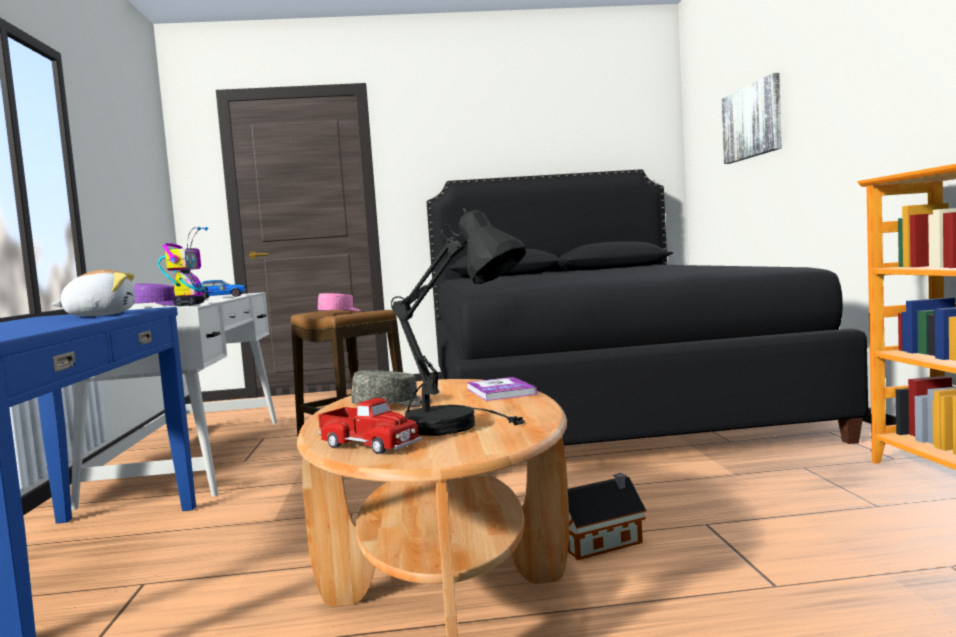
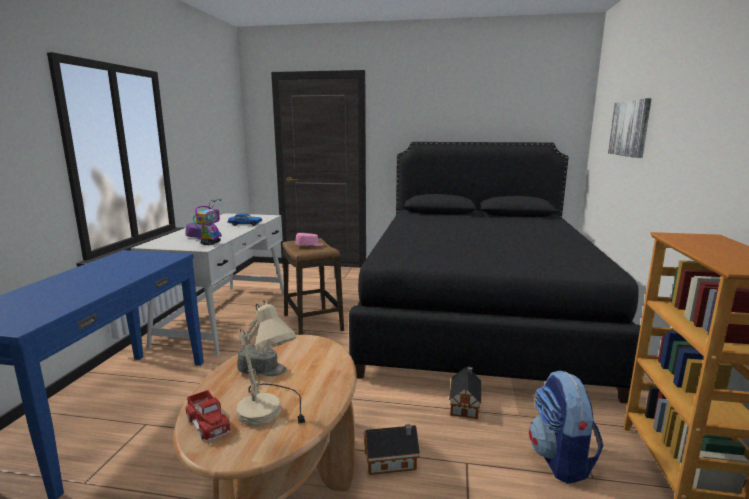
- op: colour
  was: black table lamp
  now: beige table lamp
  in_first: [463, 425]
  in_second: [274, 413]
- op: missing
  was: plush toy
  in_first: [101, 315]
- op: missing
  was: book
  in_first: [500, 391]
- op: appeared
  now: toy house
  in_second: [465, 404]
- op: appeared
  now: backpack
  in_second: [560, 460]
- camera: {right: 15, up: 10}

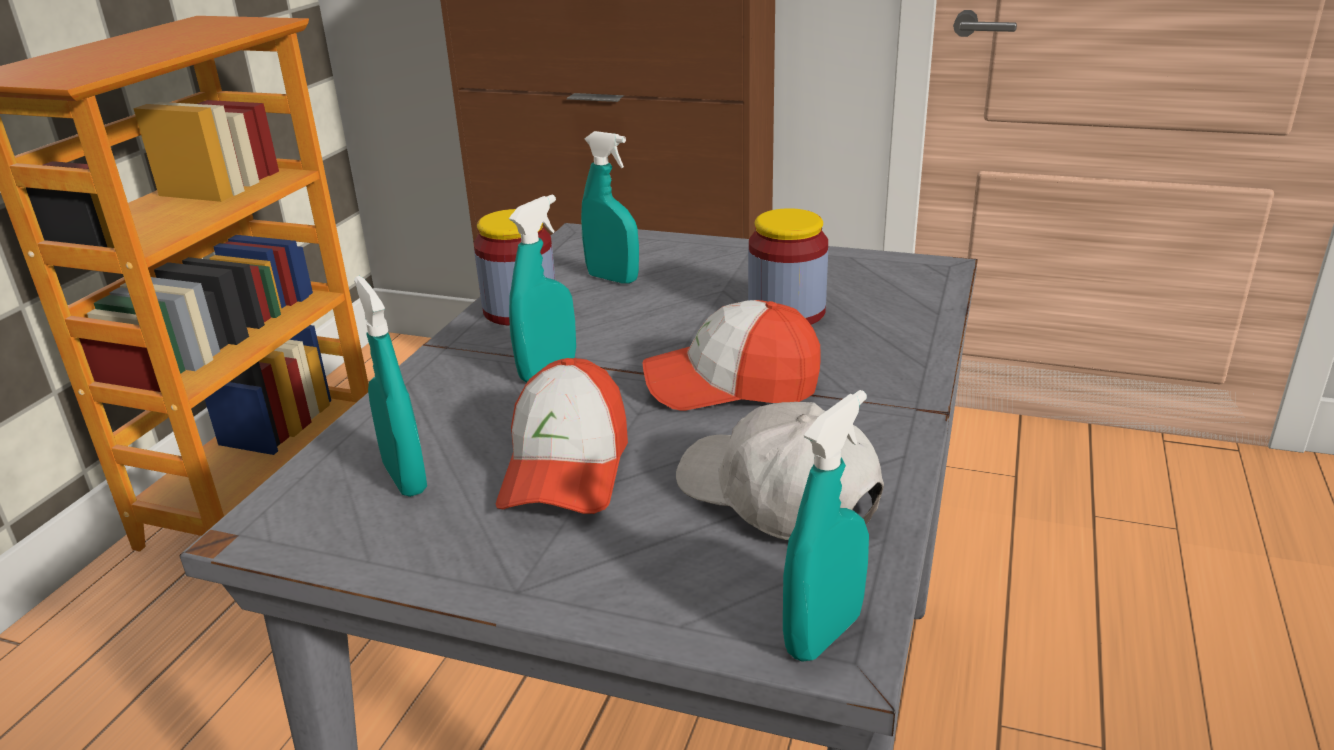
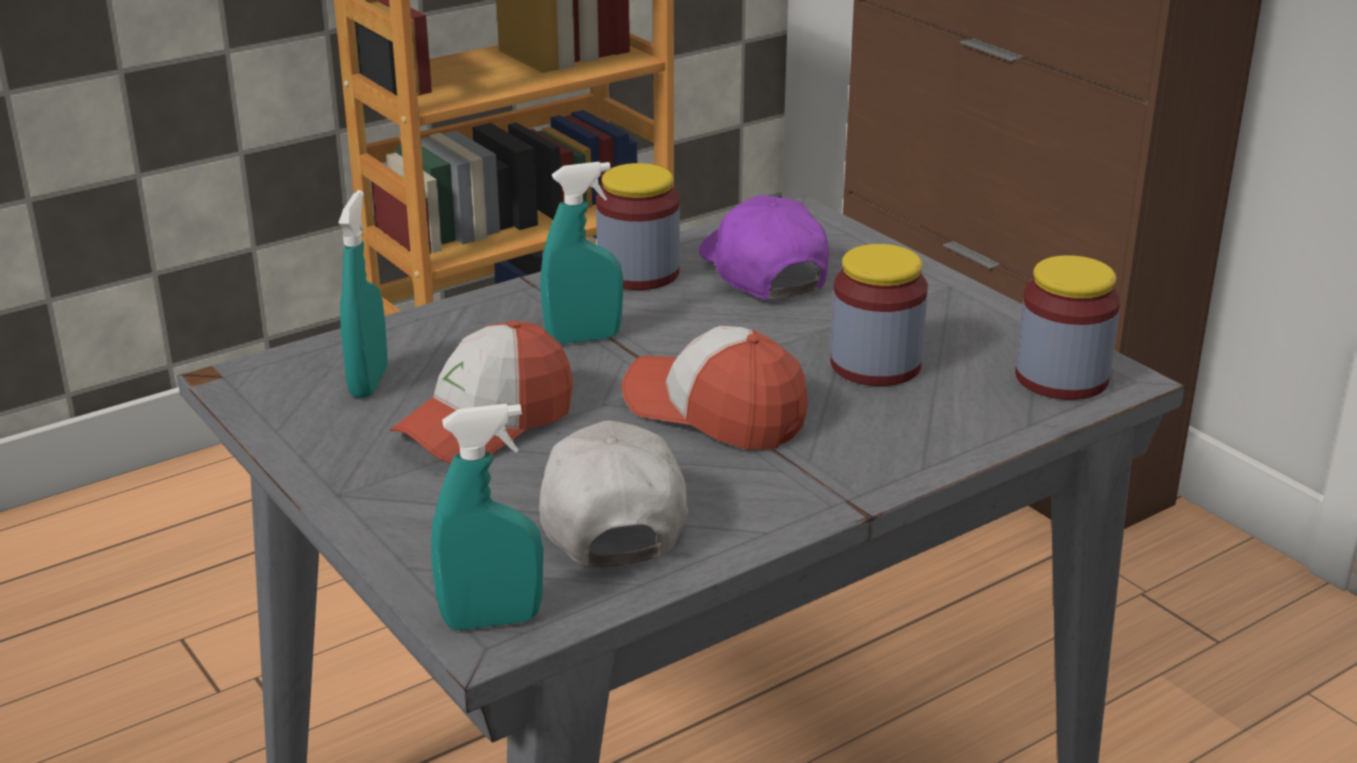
- op: exchanged
  was: turquoise spray bottle
  now: purple cap
  in_first: [612, 278]
  in_second: [763, 271]
- op: appeared
  now: jar
  in_second: [1061, 378]
- camera: {right: 35, up: 0}

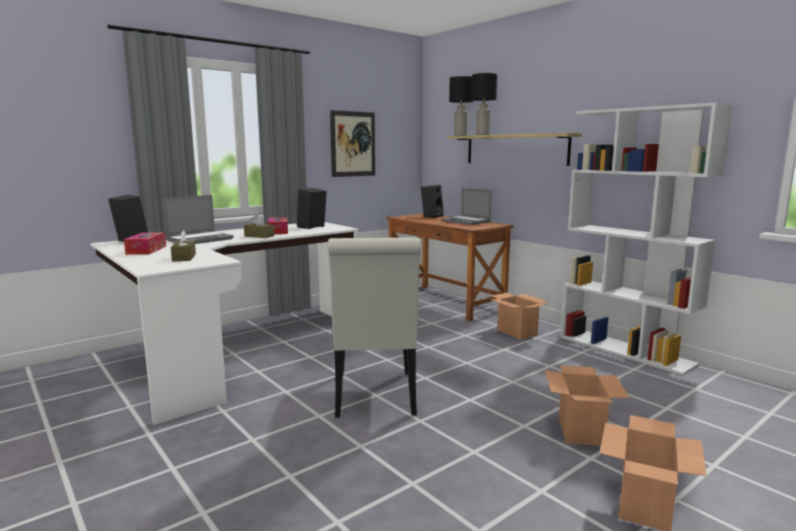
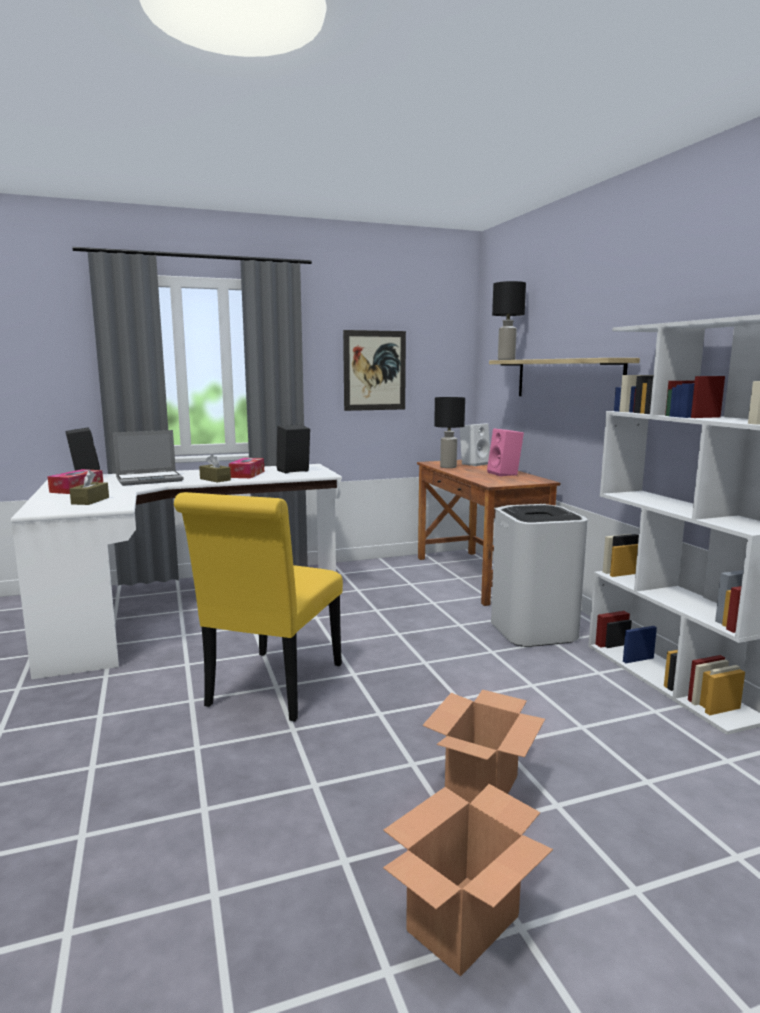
- op: relocated
  was: black table lamp
  in_first: [482, 135]
  in_second: [447, 467]
- op: colour
  was: black speaker
  now: white speaker
  in_first: [431, 216]
  in_second: [474, 464]
- op: exchanged
  was: laptop
  now: pink speaker
  in_first: [467, 221]
  in_second: [505, 474]
- op: colour
  was: white chair
  now: yellow chair
  in_first: [375, 397]
  in_second: [271, 689]
- op: exchanged
  was: cardboard box
  now: white trash can
  in_first: [516, 332]
  in_second: [532, 630]
- camera: {right: 20, up: 0}

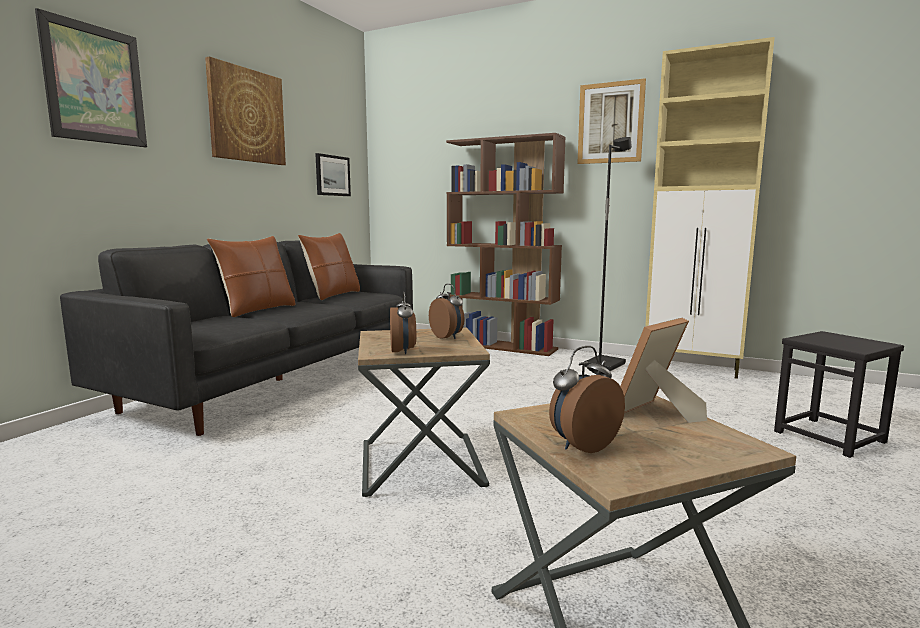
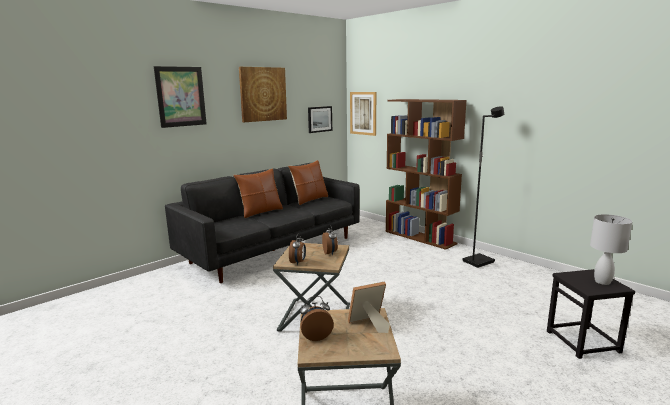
- op: missing
  was: beige cabinet
  in_first: [693, 368]
- op: relocated
  was: picture
  in_first: [610, 123]
  in_second: [363, 113]
- op: appeared
  now: white table lamp
  in_second: [602, 282]
- camera: {right: 20, up: 5}

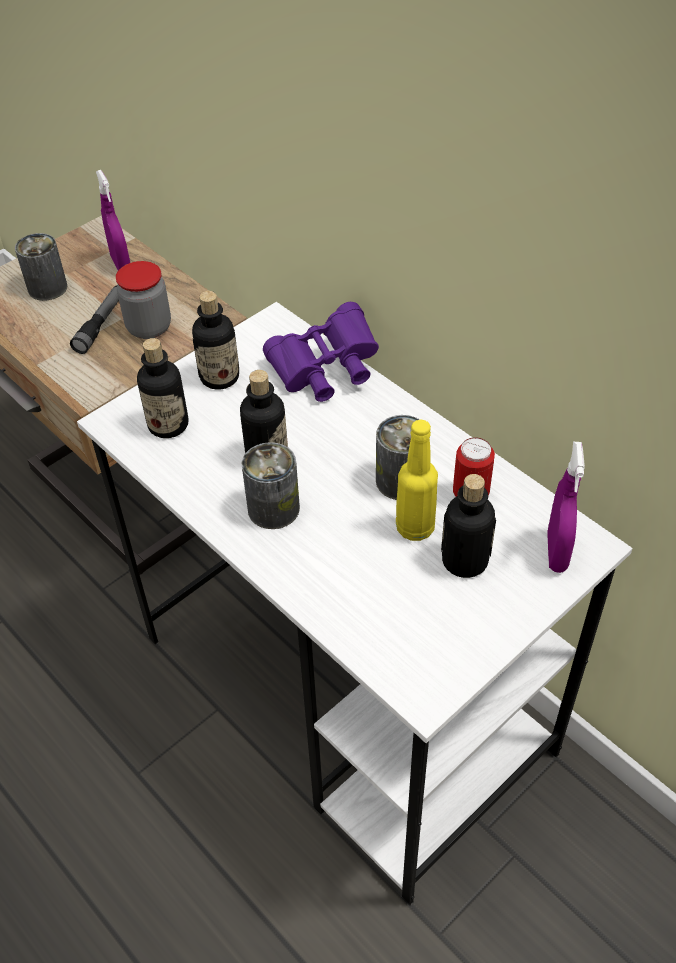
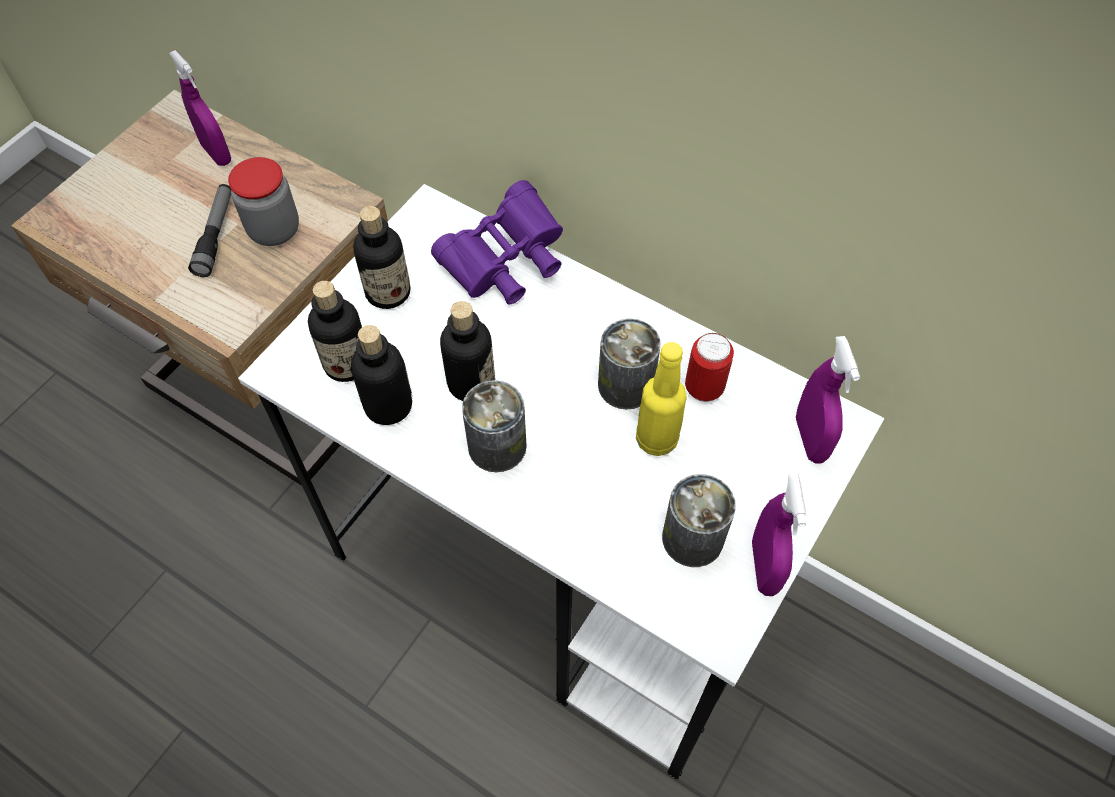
- op: relocated
  was: can
  in_first: [47, 288]
  in_second: [692, 538]
- op: relocated
  was: bottle
  in_first: [464, 561]
  in_second: [388, 405]
- op: appeared
  now: purple spray bottle
  in_second: [764, 567]
- camera: {right: -15, up: 10}

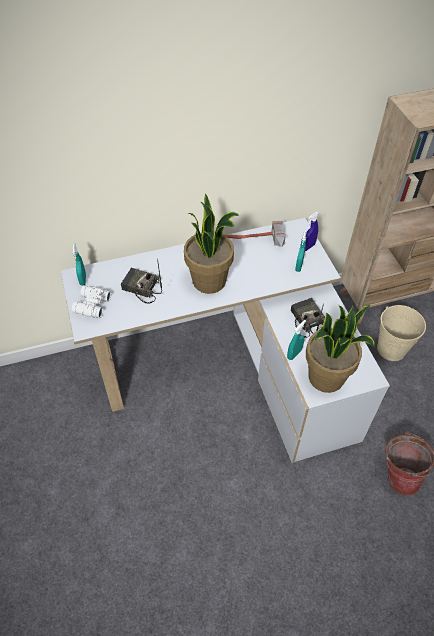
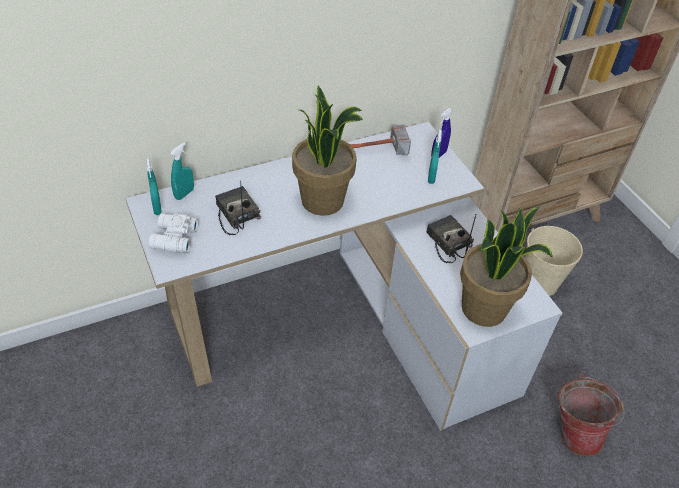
- op: spun
  was: radio
  in_first: [141, 288]
  in_second: [235, 214]
  clockwise: 45
- op: relocated
  was: turquoise spray bottle
  in_first: [294, 354]
  in_second: [184, 194]
- camera: {right: -10, up: -5}

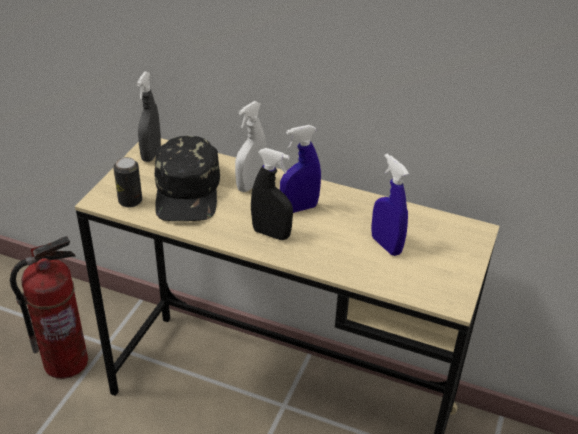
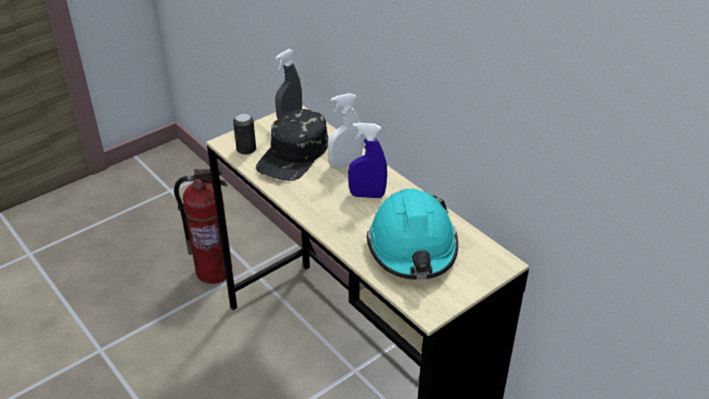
- op: missing
  was: black spray bottle
  in_first: [271, 233]
- op: exchanged
  was: blue spray bottle
  now: turquoise hard hat
  in_first: [386, 245]
  in_second: [412, 247]
- camera: {right: 30, up: 0}

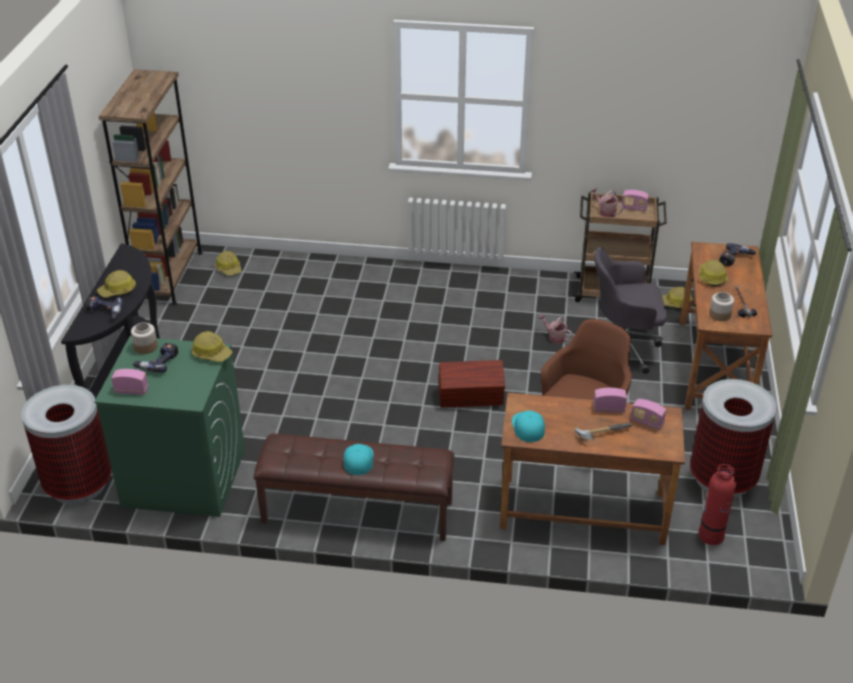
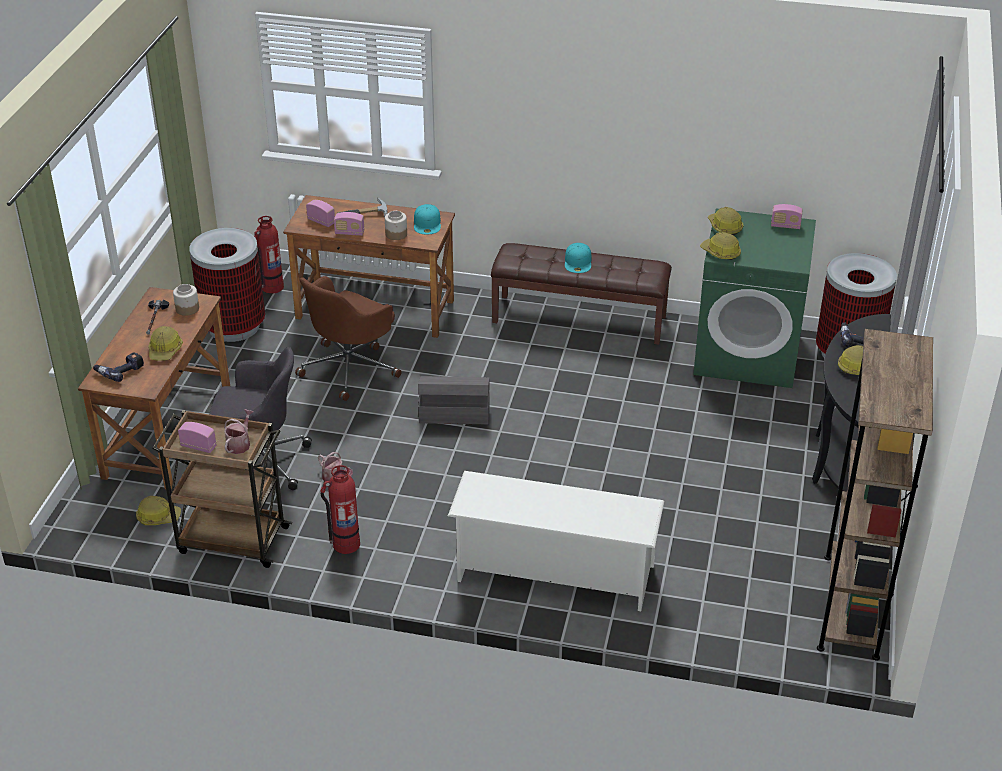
- op: spun
  was: watering can
  in_first: [605, 211]
  in_second: [240, 443]
  clockwise: -120
- op: relocated
  was: hard hat
  in_first: [229, 268]
  in_second: [725, 227]
- op: relocated
  was: jar
  in_first: [145, 347]
  in_second: [396, 234]
- op: missing
  was: power drill
  in_first: [157, 363]
- op: colour
  was: brown storage box
  now: grey storage box
  in_first: [471, 397]
  in_second: [453, 413]
- op: appeared
  now: fire extinguisher
  in_second: [345, 544]
- op: appeared
  now: white shoe rack
  in_second: [554, 573]
- camera: {right: -175, up: 0}

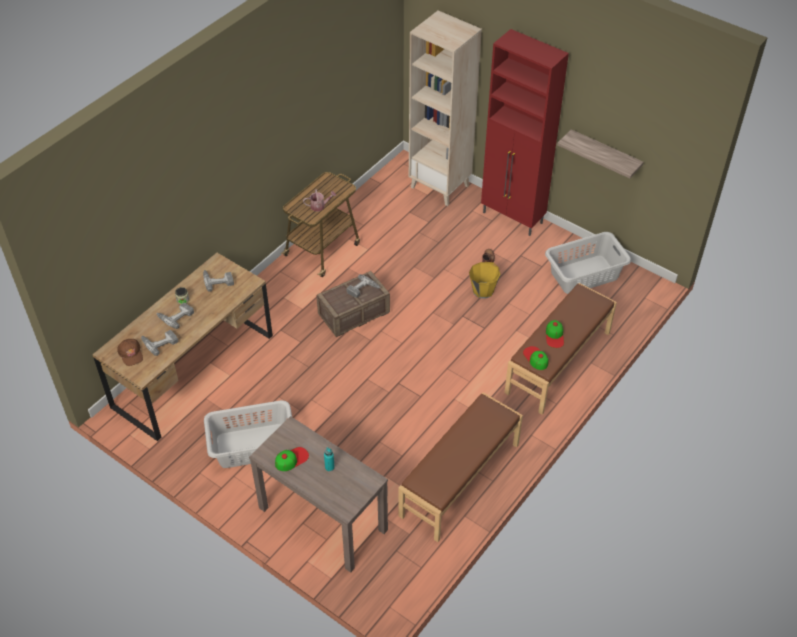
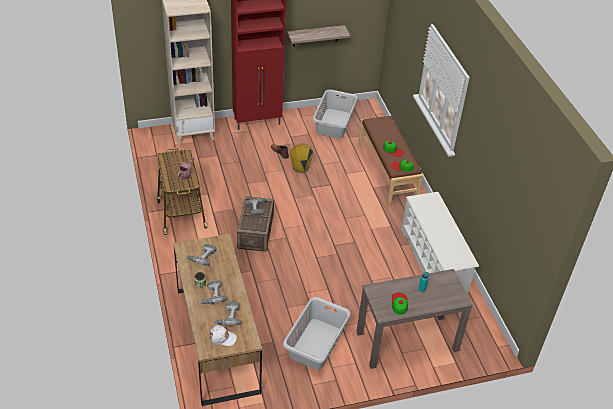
- op: colour
  was: brown cap
  now: white cap
  in_first: [131, 354]
  in_second: [222, 337]
- op: exchanged
  was: brown bench
  now: white shoe rack
  in_first: [460, 480]
  in_second: [433, 262]
- camera: {right: -55, up: -5}

